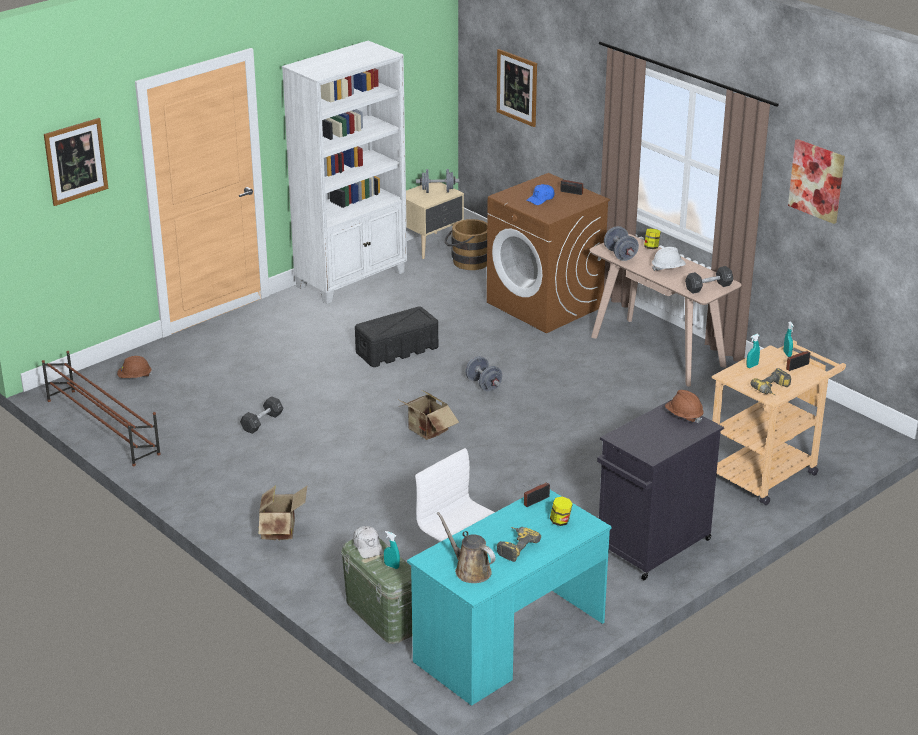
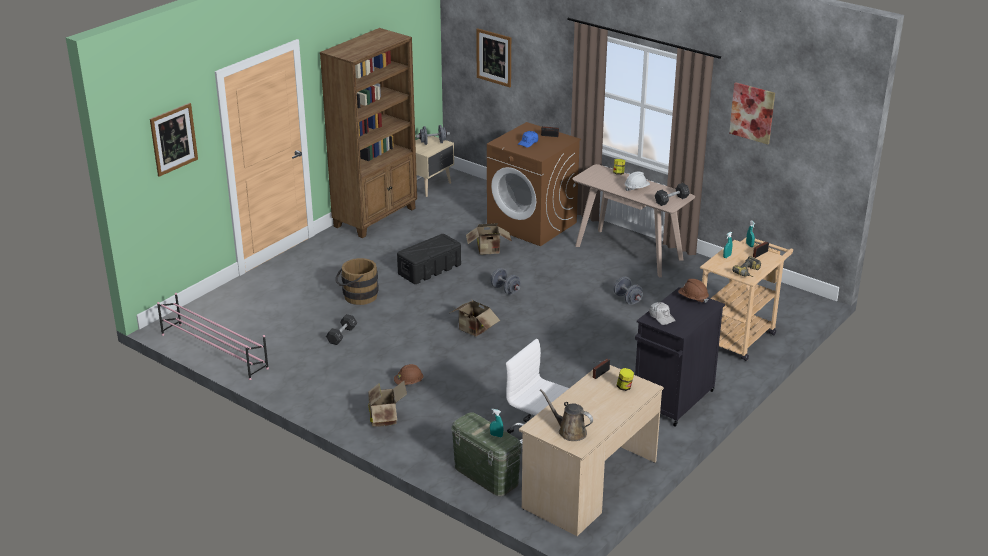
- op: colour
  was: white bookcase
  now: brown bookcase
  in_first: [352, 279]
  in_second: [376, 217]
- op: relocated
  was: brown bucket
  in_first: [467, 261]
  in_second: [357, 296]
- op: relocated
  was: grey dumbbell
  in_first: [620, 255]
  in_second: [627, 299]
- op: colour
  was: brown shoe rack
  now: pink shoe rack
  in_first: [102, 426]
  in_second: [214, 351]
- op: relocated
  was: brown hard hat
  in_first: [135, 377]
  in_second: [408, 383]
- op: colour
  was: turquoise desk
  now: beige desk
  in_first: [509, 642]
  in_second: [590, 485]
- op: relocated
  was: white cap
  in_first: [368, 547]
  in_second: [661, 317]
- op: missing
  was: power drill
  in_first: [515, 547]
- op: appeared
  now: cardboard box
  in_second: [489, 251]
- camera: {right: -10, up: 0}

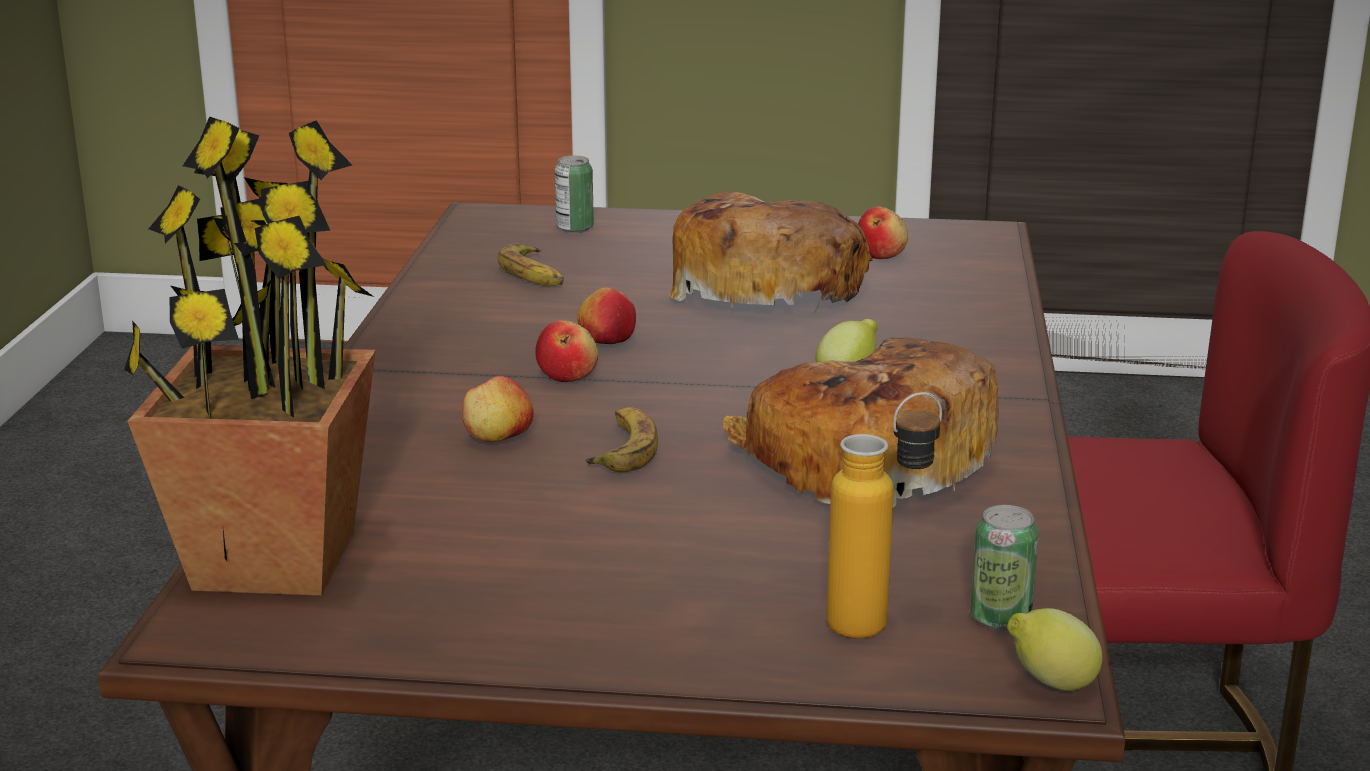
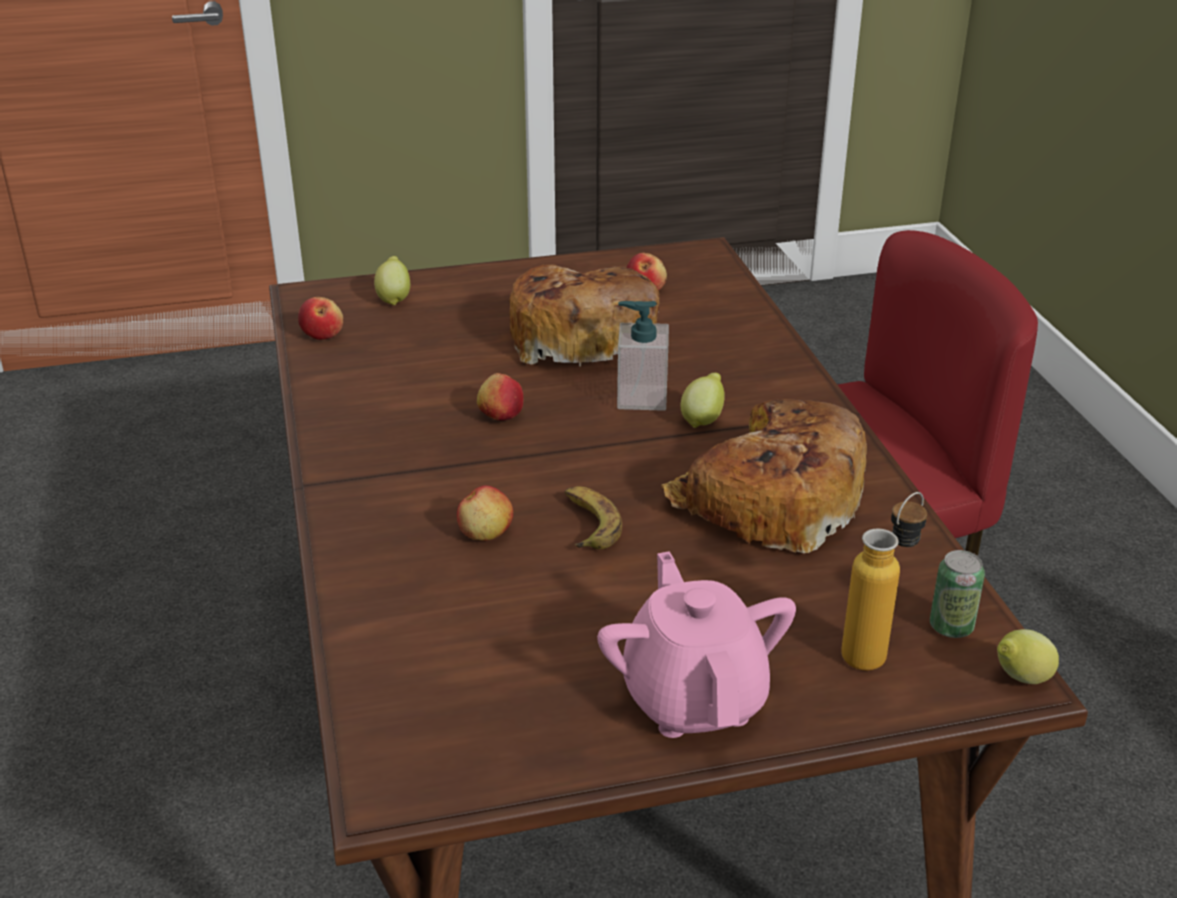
- op: missing
  was: potted plant
  in_first: [272, 561]
- op: exchanged
  was: can
  now: lemon
  in_first: [575, 228]
  in_second: [394, 298]
- op: missing
  was: banana
  in_first: [534, 275]
- op: relocated
  was: apple
  in_first: [567, 376]
  in_second: [323, 334]
- op: appeared
  now: soap dispenser
  in_second: [641, 397]
- op: appeared
  now: pink teapot
  in_second: [694, 698]
- camera: {right: -20, up: 10}

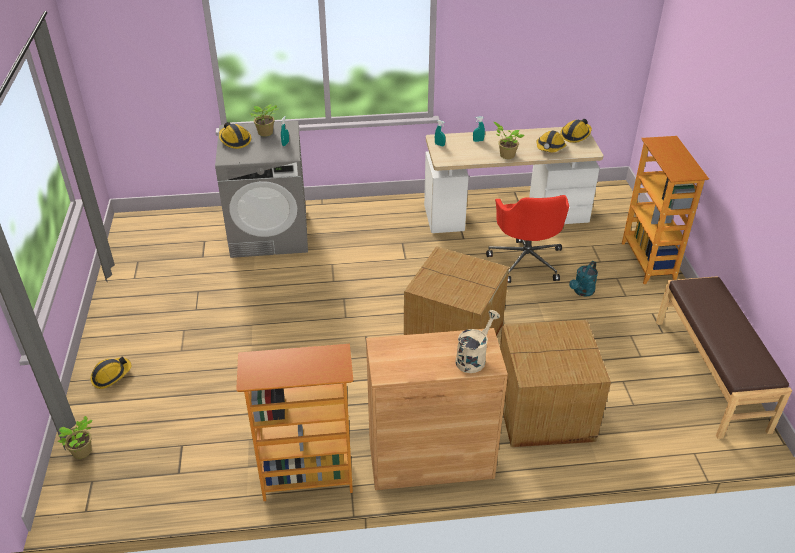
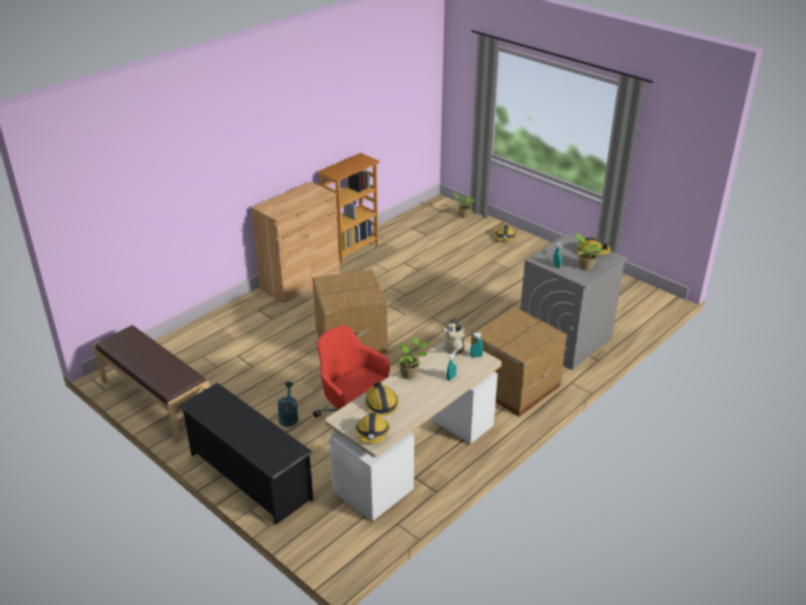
- op: exchanged
  was: bookcase
  now: black shoe rack
  in_first: [648, 262]
  in_second: [249, 476]
- op: relocated
  was: beige watering can
  in_first: [473, 358]
  in_second: [454, 350]
- op: relocated
  was: cardboard box
  in_first: [546, 412]
  in_second: [512, 386]
- camera: {right: 140, up: -5}

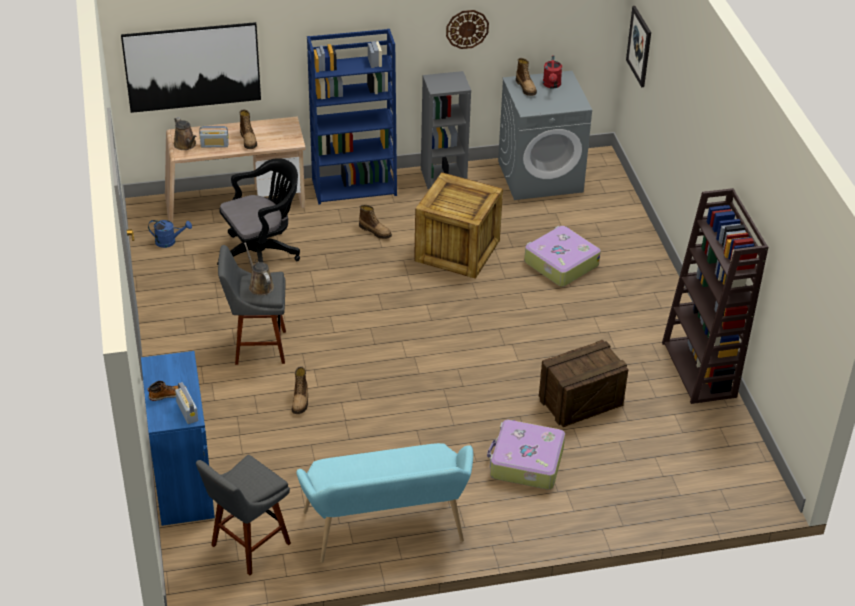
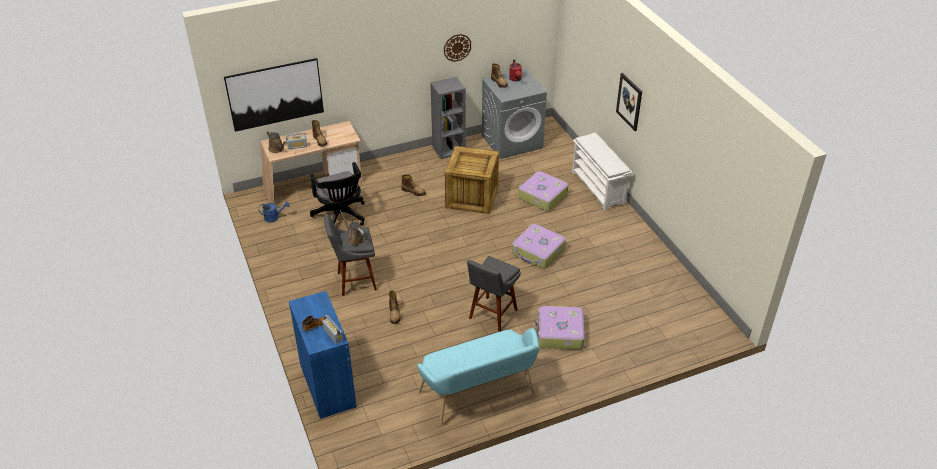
- op: relocated
  was: picture
  in_first: [639, 46]
  in_second: [629, 101]
- op: missing
  was: blue bookcase
  in_first: [355, 187]
- op: spun
  was: black office chair
  in_first: [262, 254]
  in_second: [341, 217]
  clockwise: 105
- op: missing
  was: brown bookcase
  in_first: [700, 370]
- op: missing
  was: crate
  in_first: [580, 402]
- op: relocated
  was: grey stool
  in_first: [247, 546]
  in_second: [491, 315]
- op: appeared
  now: white shoe rack
  in_second: [598, 188]
- op: appeared
  now: suitcase
  in_second: [538, 252]
- camera: {right: -10, up: 0}

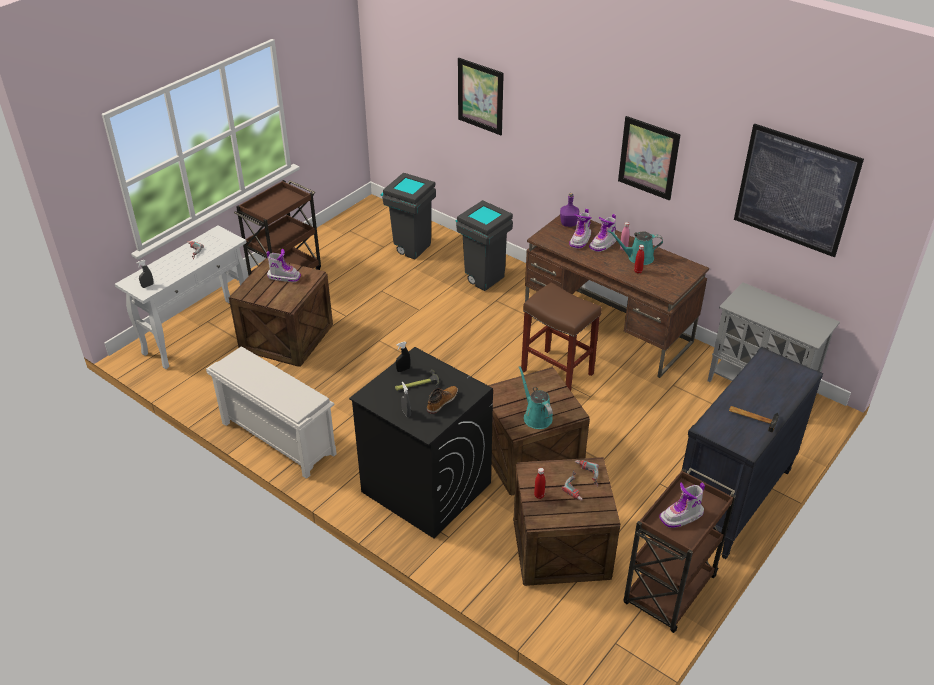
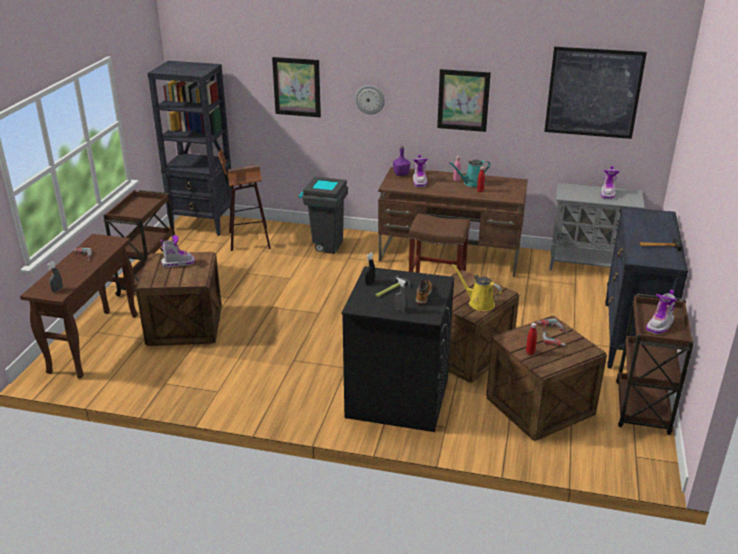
- op: exchanged
  was: grey trash can
  now: stool
  in_first: [409, 248]
  in_second: [247, 239]
- op: relocated
  was: boot
  in_first: [603, 244]
  in_second: [608, 193]
- op: colour
  was: white console table
  now: brown console table
  in_first: [199, 332]
  in_second: [94, 342]
- op: missing
  was: white shoe rack
  in_first: [276, 438]
- op: colour
  was: turquoise watering can
  now: yellow watering can
  in_first: [536, 416]
  in_second: [478, 303]
- op: appeared
  now: black bookcase
  in_second: [203, 224]
- op: appeared
  now: wall clock
  in_second: [370, 99]
- camera: {right: -25, up: -10}

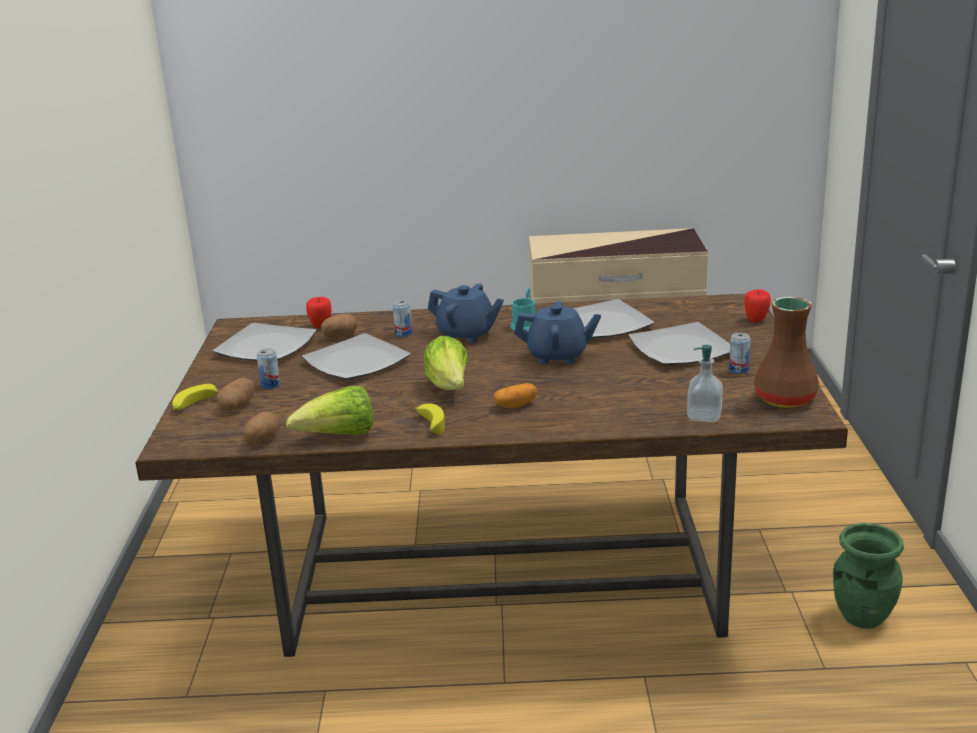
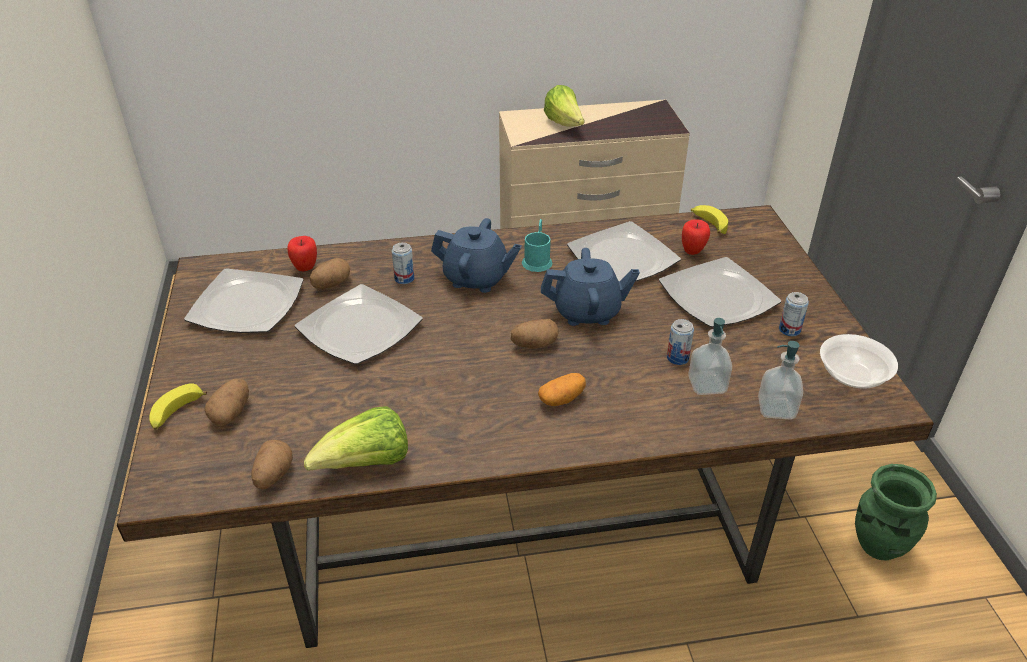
- op: relocated
  was: apple
  in_first: [756, 320]
  in_second: [693, 251]
- op: exchanged
  was: brown vase
  now: bowl
  in_first: [785, 398]
  in_second: [853, 375]
- op: relocated
  was: lettuce
  in_first: [449, 387]
  in_second: [564, 124]
- op: relocated
  was: can
  in_first: [270, 385]
  in_second: [677, 358]
- op: relocated
  was: banana
  in_first: [429, 424]
  in_second: [708, 224]
- op: appeared
  now: soap dispenser
  in_second: [707, 385]
- op: appeared
  now: potato
  in_second: [534, 344]
- camera: {right: -10, up: 15}

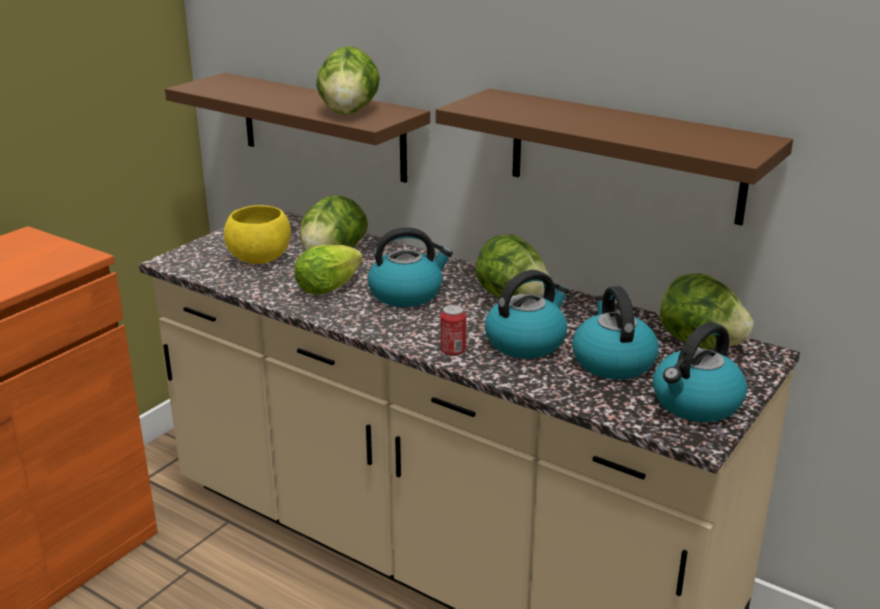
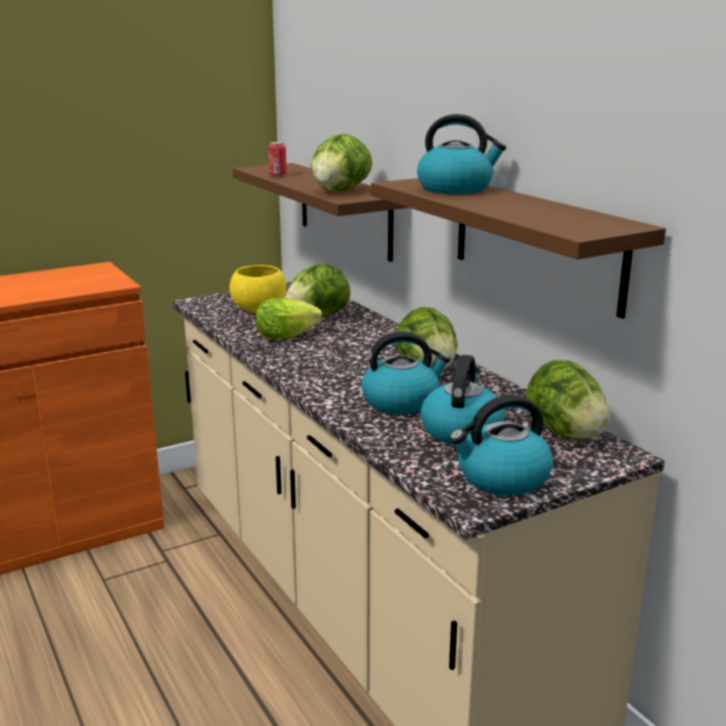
- op: relocated
  was: kettle
  in_first: [407, 294]
  in_second: [456, 188]
- op: relocated
  was: can
  in_first: [453, 351]
  in_second: [278, 175]
- camera: {right: 25, up: -5}

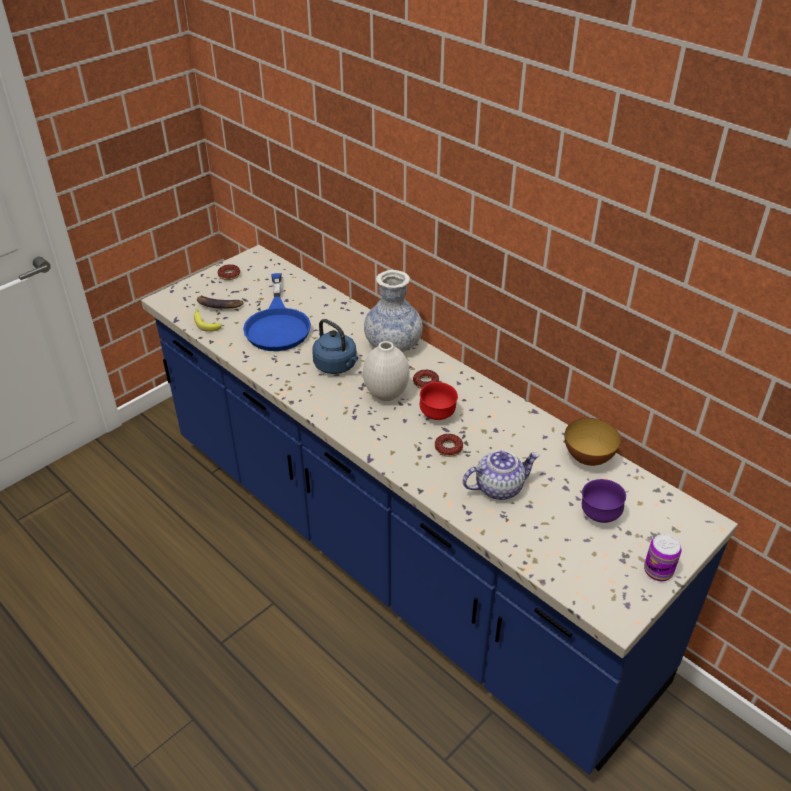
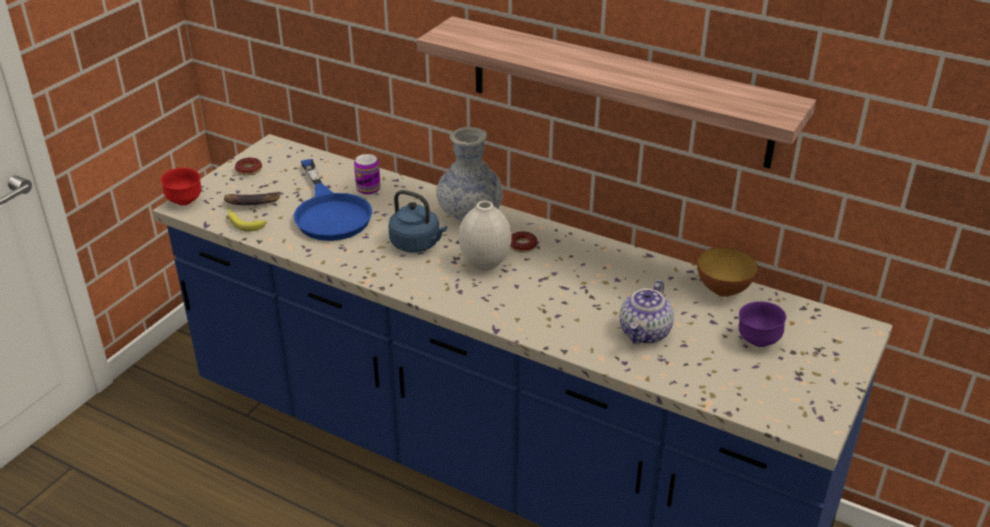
- op: relocated
  was: red bowl
  in_first: [437, 416]
  in_second: [185, 202]
- op: missing
  was: donut
  in_first: [448, 448]
- op: spun
  was: teapot
  in_first: [499, 487]
  in_second: [645, 333]
  clockwise: 150
- op: relocated
  was: can
  in_first: [658, 571]
  in_second: [368, 189]
- op: appeared
  now: shelf
  in_second: [617, 91]
- camera: {right: -15, up: -5}

